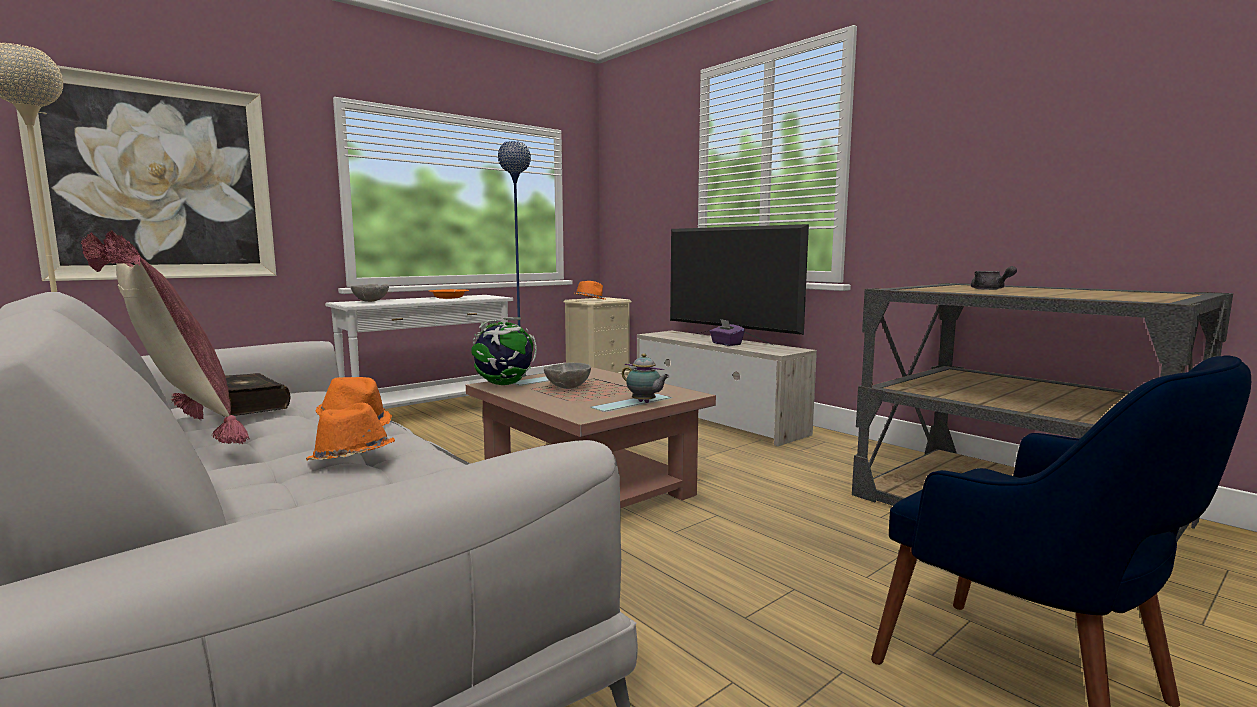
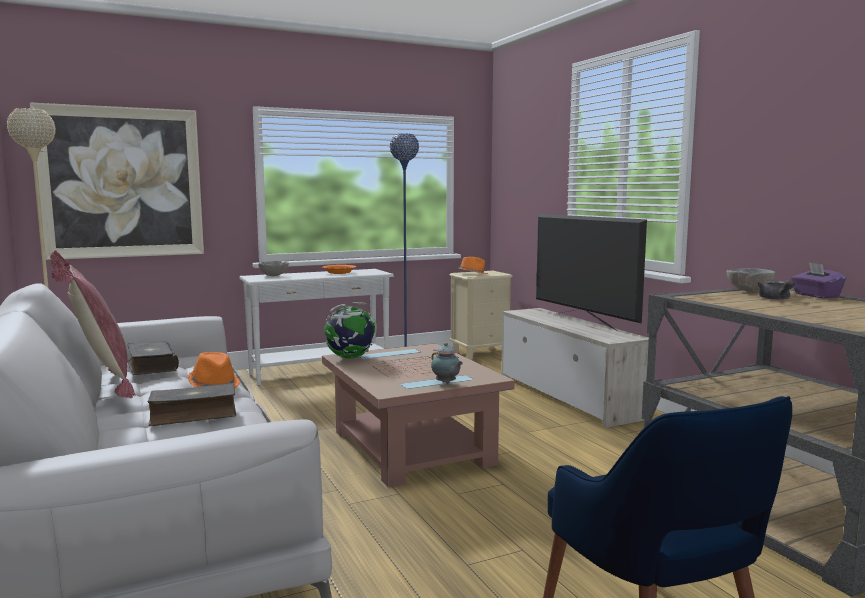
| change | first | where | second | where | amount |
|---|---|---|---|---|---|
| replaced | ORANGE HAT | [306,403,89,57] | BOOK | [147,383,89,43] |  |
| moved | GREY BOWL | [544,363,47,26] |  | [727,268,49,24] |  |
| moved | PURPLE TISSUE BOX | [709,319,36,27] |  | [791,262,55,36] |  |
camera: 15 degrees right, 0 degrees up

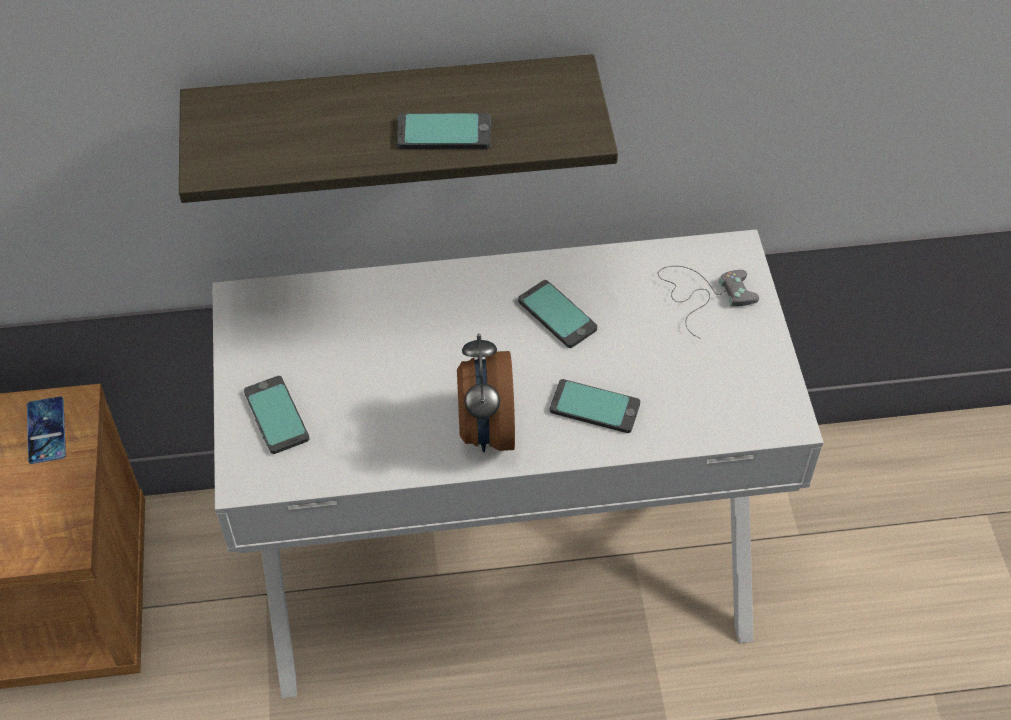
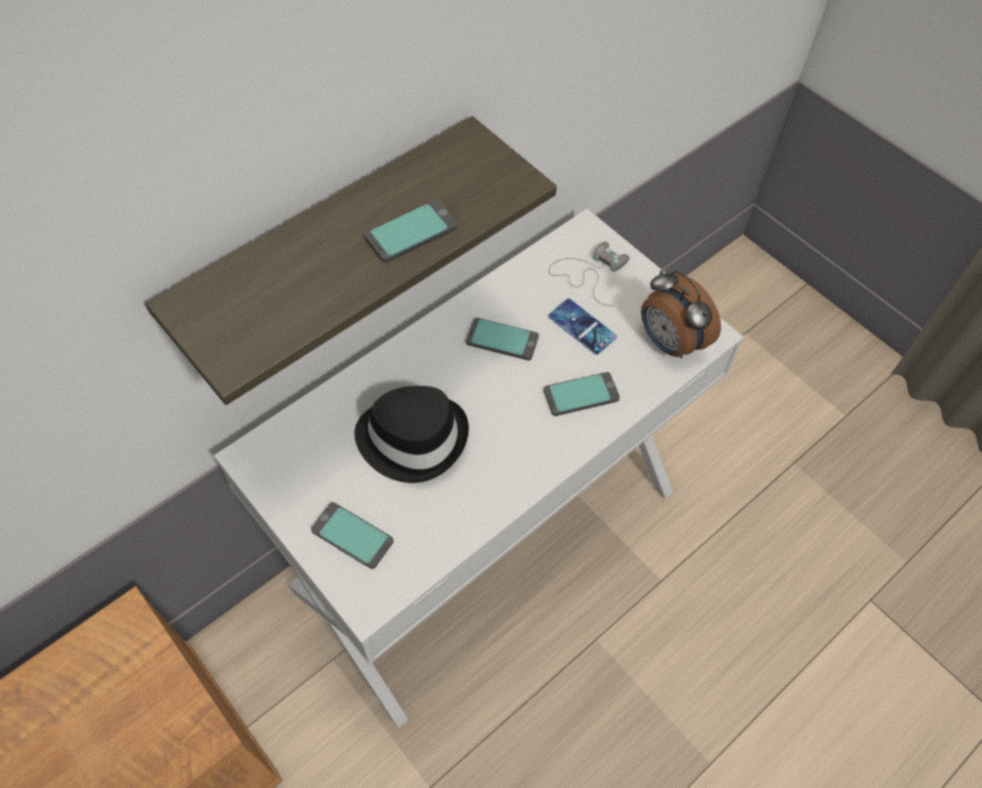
| change | first | where | second | where | amount |
|---|---|---|---|---|---|
| moved | PHONE | [27,396,39,68] |  | [548,298,69,57] |  |
| moved | ALARM CLOCK | [457,334,58,118] |  | [641,270,80,88] |  |
| added |  |  | BLACK HAT | [354,386,115,97] |  |
camera: 35 degrees left, 5 degrees up

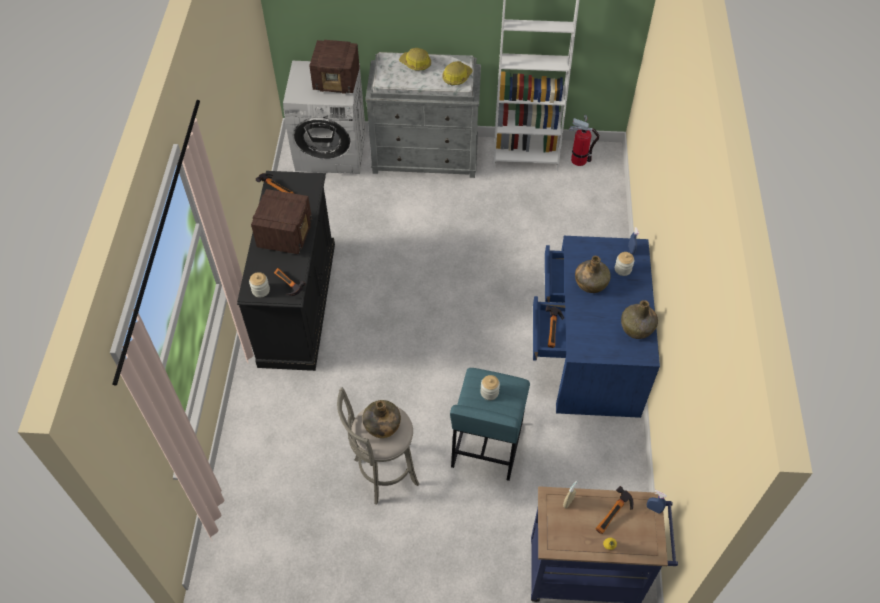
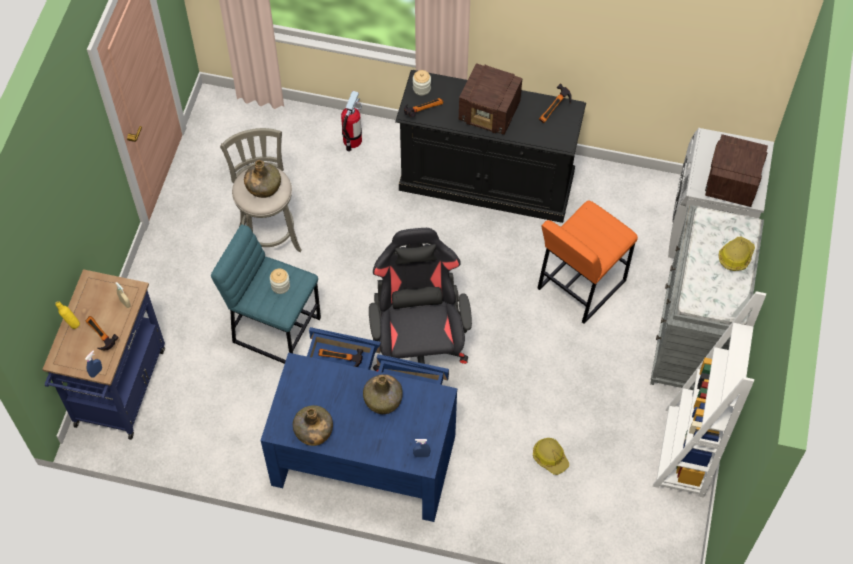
| change | first | where | second | where | amount |
|---|---|---|---|---|---|
| moved | HARD HAT | [443,61,30,25] |  | [533,438,36,37] |  |
| moved | FIRE EXTINGUISHER | [569,115,31,51] |  | [341,91,21,61] |  |
| removed | JAR | [615,252,19,24] |  |  |  |
| added |  |  | BLACK OFFICE CHAIR | [369,228,103,143] |  |
| added |  |  | ORANGE STOOL | [538,200,100,124] |  |
camera: 100 degrees right, 5 degrees up

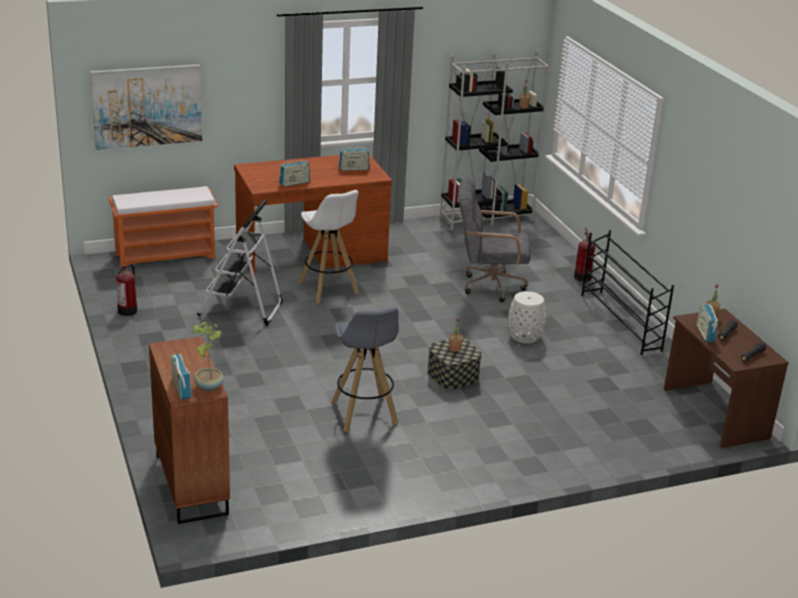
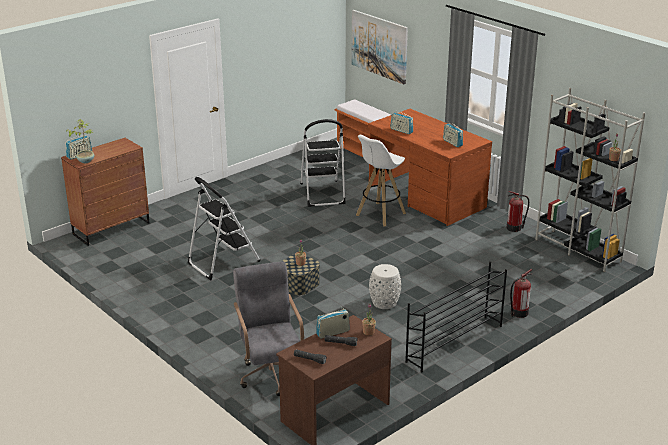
| change | first | where | second | where | amount |
|---|---|---|---|---|---|
| moved | FIRE EXTINGUISHER | [116,264,21,52] |  | [507,191,22,41] |  |
| replaced | GREY STOOL | [331,307,68,125] | STEP LADDER | [188,177,73,103] |  |
| moved | GREY OFFICE CHAIR | [458,178,73,124] |  | [233,261,71,135] |  |
camera: 70 degrees right, 0 degrees up

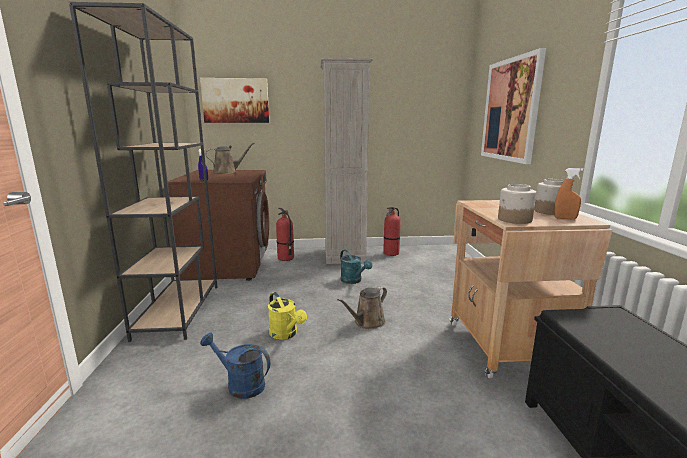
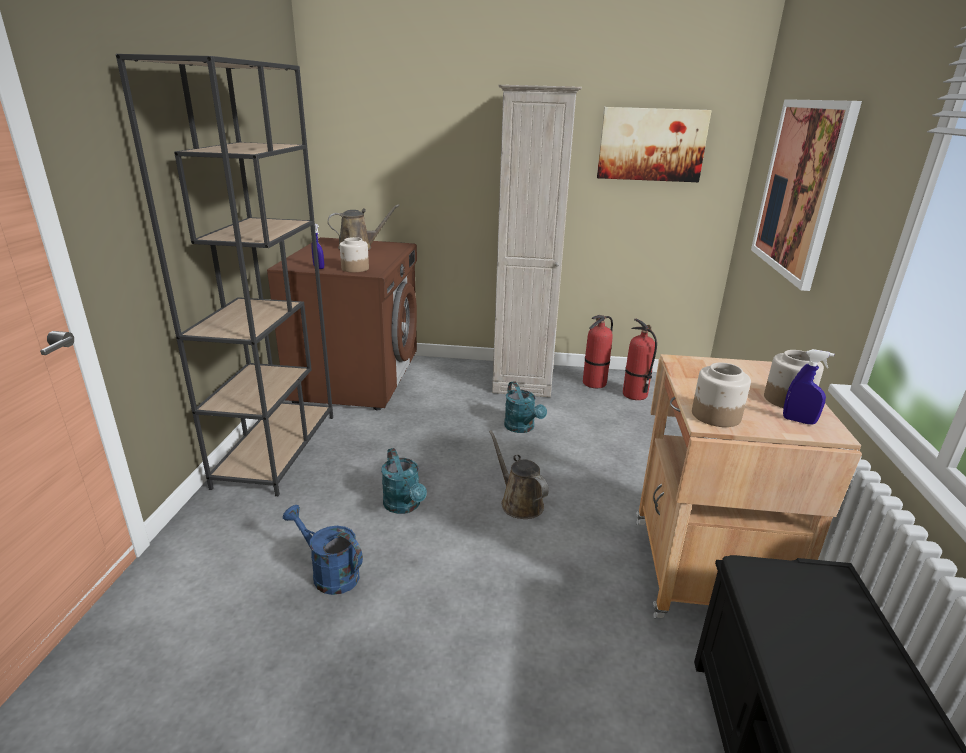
| change | first | where | second | where | amount |
|---|---|---|---|---|---|
| moved | PICTURE | [200,78,69,45] |  | [597,107,115,75] |  |
| recoloured | YELLOW WATERING CAN | [268,292,39,48] | TURQUOISE WATERING CAN | [381,448,46,66] |  |
| moved | FIRE EXTINGUISHER | [276,208,18,53] |  | [623,319,34,81] |  |
| turned | BROWN WATERING CAN | [337,286,50,43] |  | [489,430,60,89] | 90 degrees clockwise |
| recoloured | ORANGE SPRAY BOTTLE | [554,168,29,51] | BLUE SPRAY BOTTLE | [783,349,51,76] |  |
| added |  |  | JAR | [340,237,29,35] |  |
camera: 10 degrees right, 10 degrees up

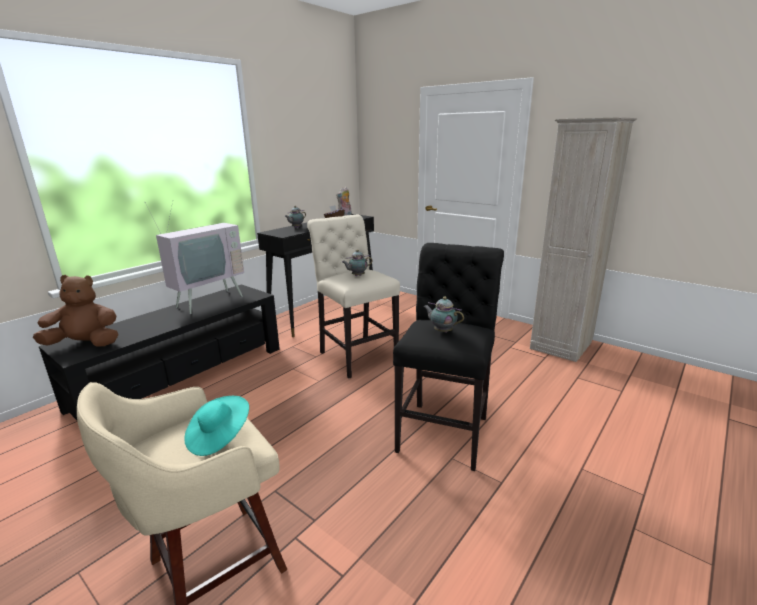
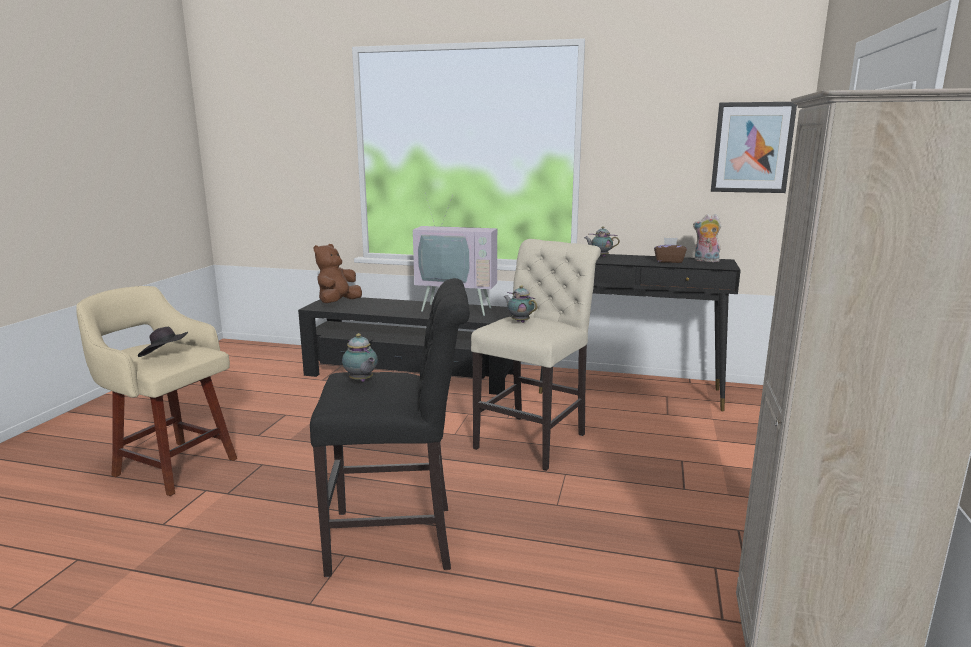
| change | first | where | second | where | amount |
|---|---|---|---|---|---|
| turned | BROWN PLUSH TOY | [33,275,85,71] |  | [314,244,48,59] | 120 degrees counterclockwise |
| recoloured | TURQUOISE HAT | [184,396,65,60] | BLACK HAT | [138,327,50,30] |  |
| turned | TEAPOT | [423,297,41,36] |  | [342,333,36,49] | 135 degrees clockwise |
| added |  |  | PICTURE | [711,102,86,91] |  |
camera: 65 degrees right, 5 degrees down

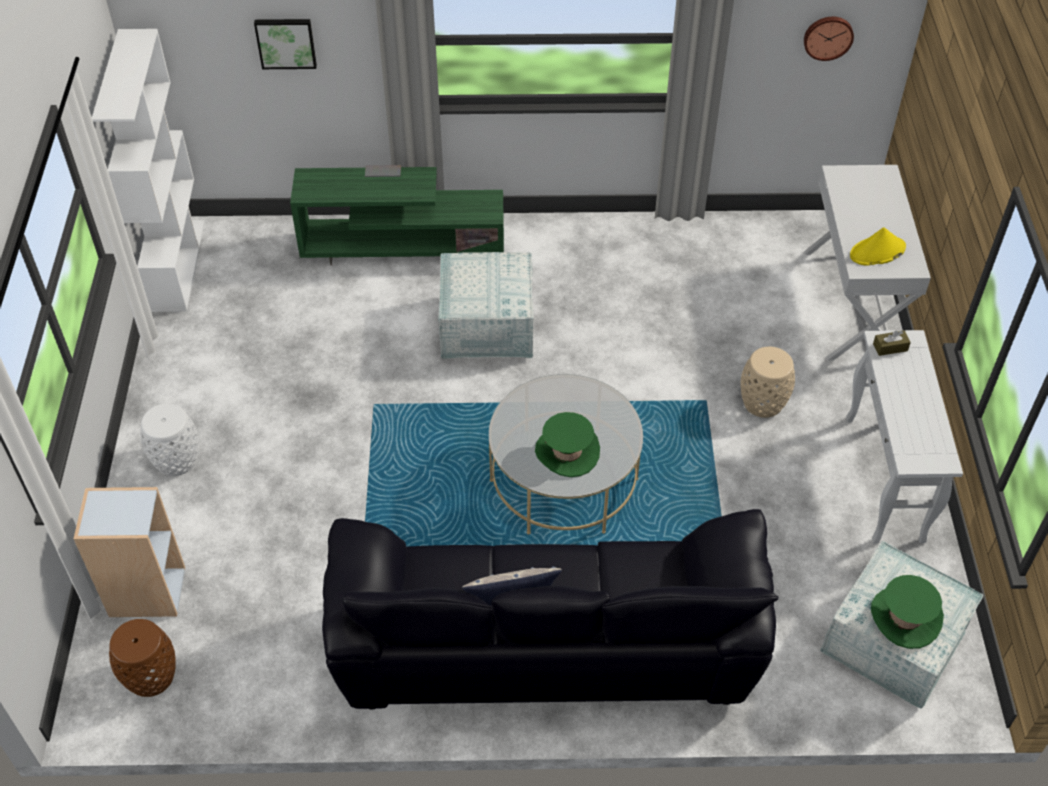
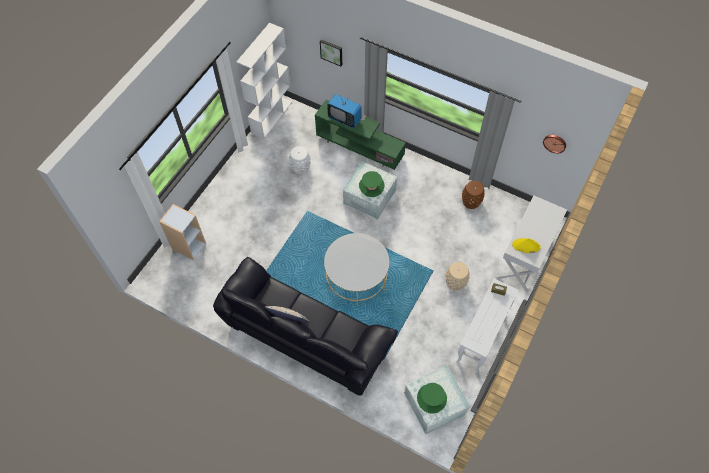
| change | first | where | second | where | amount |
|---|---|---|---|---|---|
| moved | BROWN STOOL | [109,619,67,78] |  | [462,181,23,28] |  |
| moved | WHITE STOOL | [140,403,59,73] |  | [289,146,22,28] |  |
| moved | GREEN HAT | [535,412,65,65] |  | [359,171,26,26] |  |
| added |  |  | TELEVISION | [327,94,35,34] |  |
camera: 30 degrees right, 10 degrees up

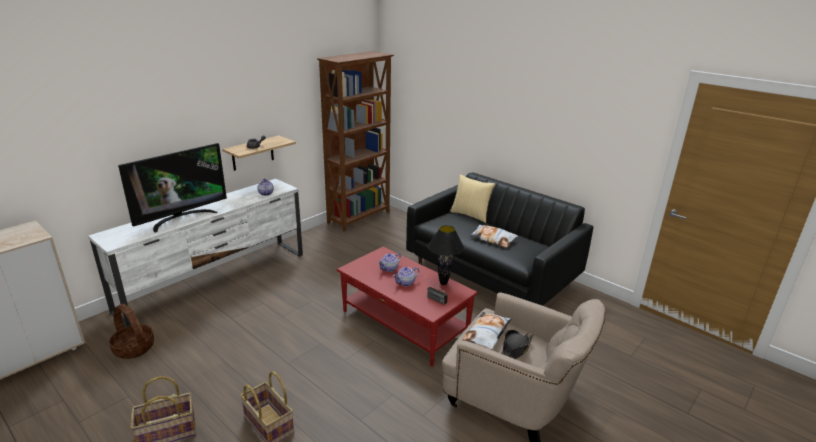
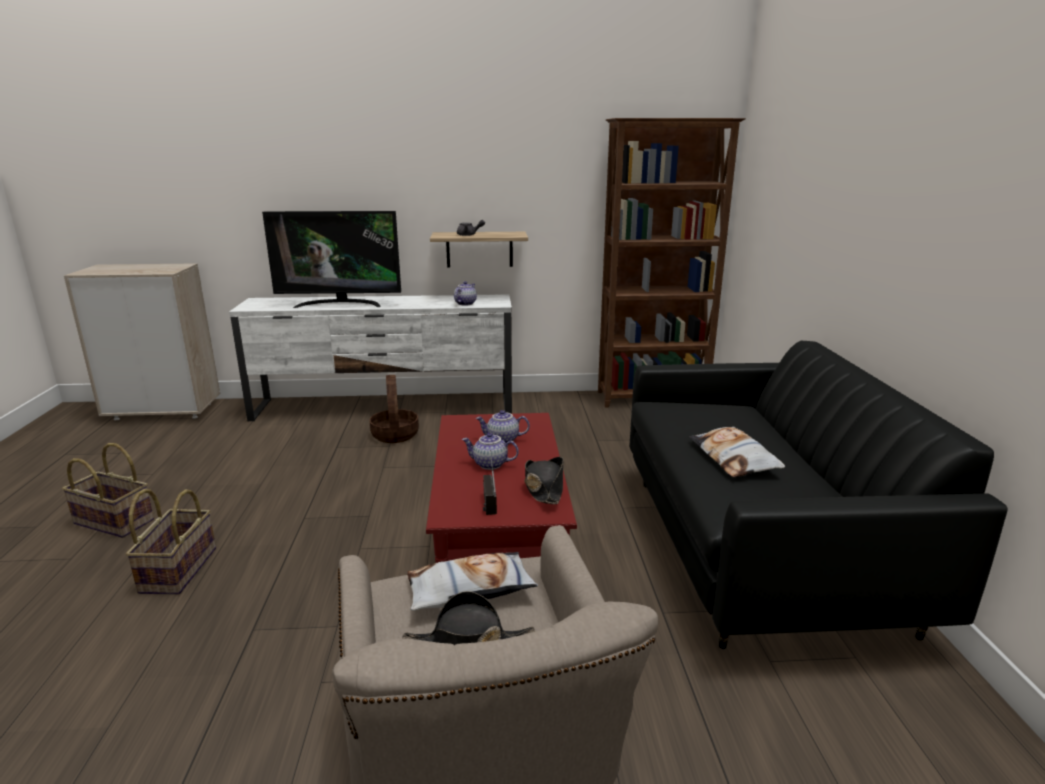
| change | first | where | second | where | amount |
|---|---|---|---|---|---|
| moved | BASKET | [109,303,45,56] |  | [369,375,50,68] |  |
| replaced | BLACK TABLE LAMP | [428,225,36,60] | BLACK HAT | [524,457,39,47] |  |
| removed | PILLOW | [450,174,46,49] |  |  |  |
camera: 45 degrees right, 5 degrees down

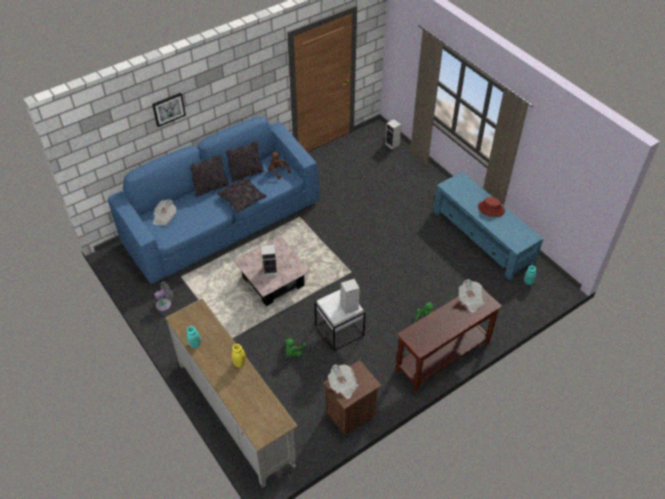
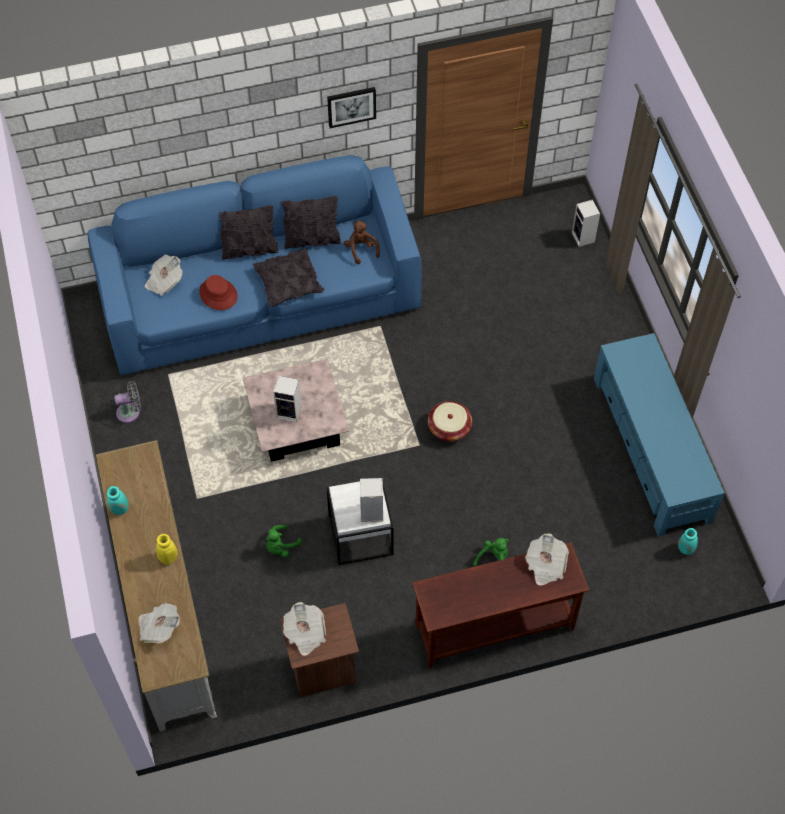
| change | first | where | second | where | amount |
|---|---|---|---|---|---|
| moved | PICTURE | [152,93,34,34] |  | [327,87,49,41] |  |
| moved | RED HAT | [478,197,27,20] |  | [199,275,39,35] |  |
| added |  |  | NEWSPAPER | [138,603,42,41] |  |
| added |  |  | BASKET | [428,401,44,40] |  |
camera: 20 degrees right, 10 degrees up

